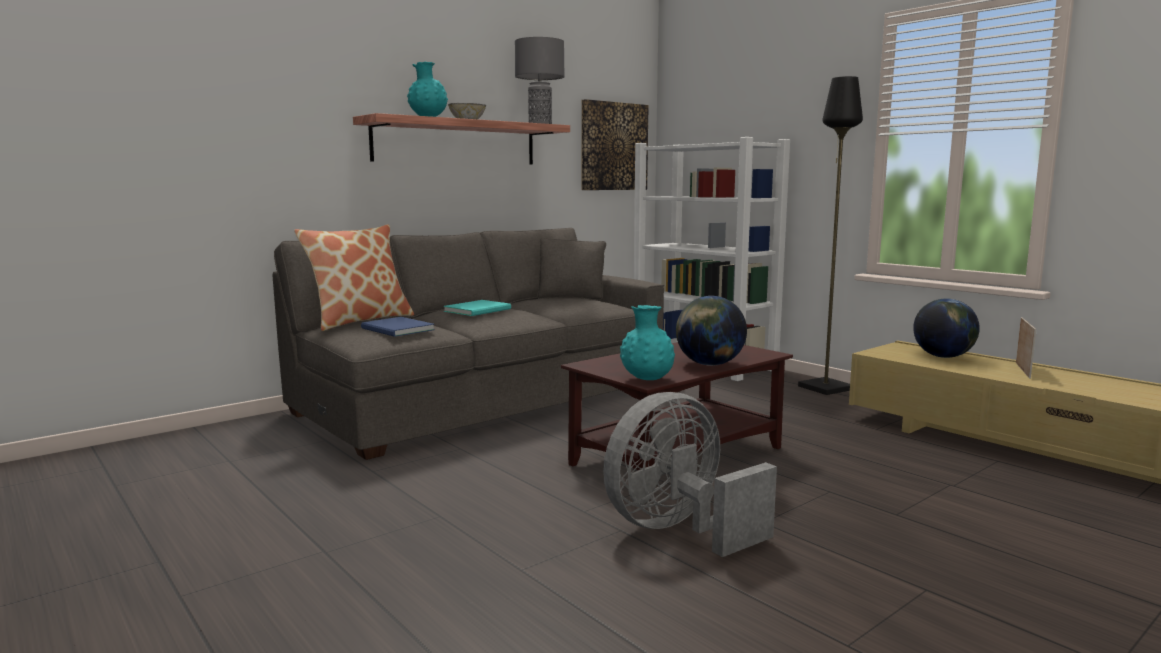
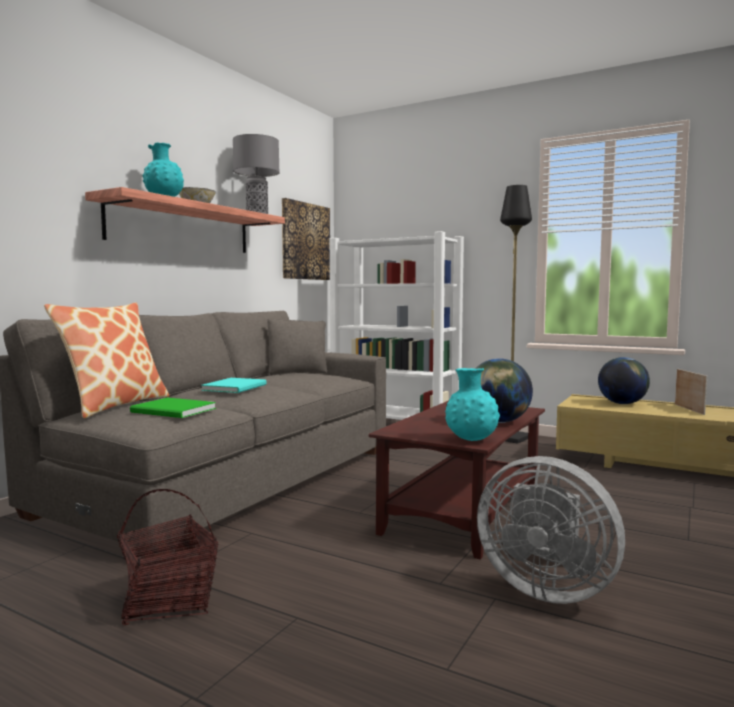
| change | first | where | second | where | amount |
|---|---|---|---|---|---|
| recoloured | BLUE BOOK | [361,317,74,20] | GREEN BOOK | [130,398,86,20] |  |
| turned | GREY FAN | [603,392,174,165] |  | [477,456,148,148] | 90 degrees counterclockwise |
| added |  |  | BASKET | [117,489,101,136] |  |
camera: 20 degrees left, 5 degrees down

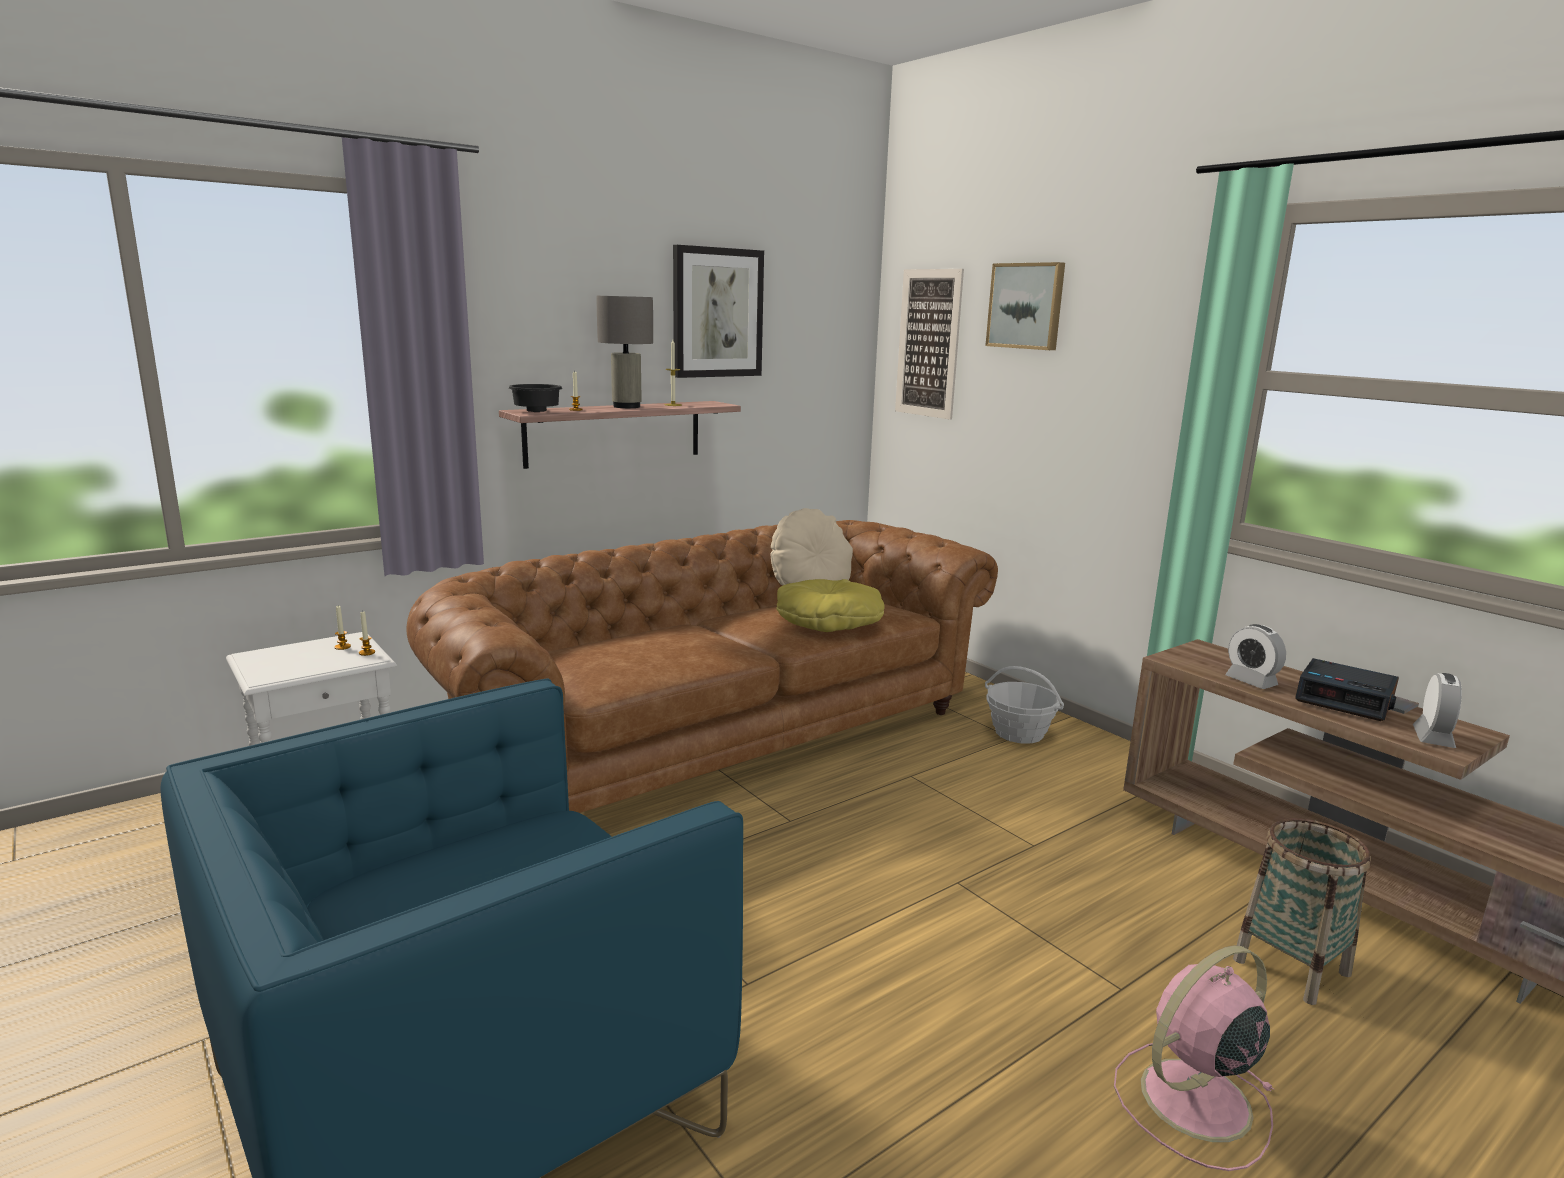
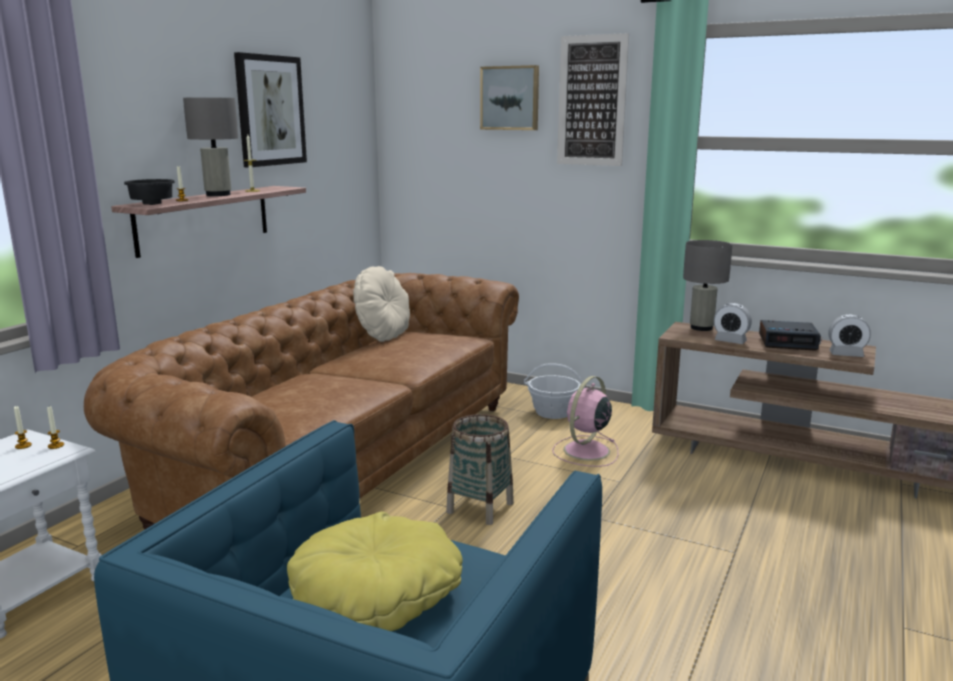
| change | first | where | second | where | amount |
|---|---|---|---|---|---|
| moved | YELLOW PILLOW | [776,579,109,53] |  | [287,511,176,120] |  |
| moved | PICTURE | [895,269,69,151] |  | [557,33,72,133] |  |
| moved | PINK FAN | [1114,945,160,226] |  | [552,376,66,91] |  |
| moved | BASKET | [1233,818,138,187] |  | [446,414,68,111] |  |
| turned | ALARM CLOCK | [1413,673,49,75] |  | [829,314,42,43] | 105 degrees clockwise |
| added |  |  | GREY TABLE LAMP | [683,240,49,91] |  |
camera: 25 degrees left, 0 degrees up

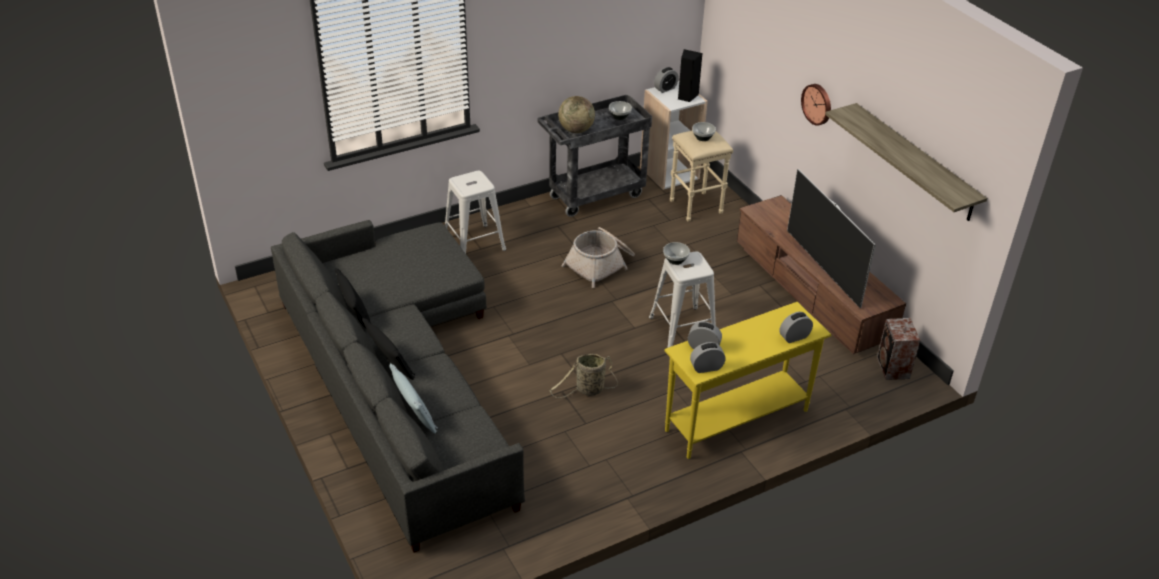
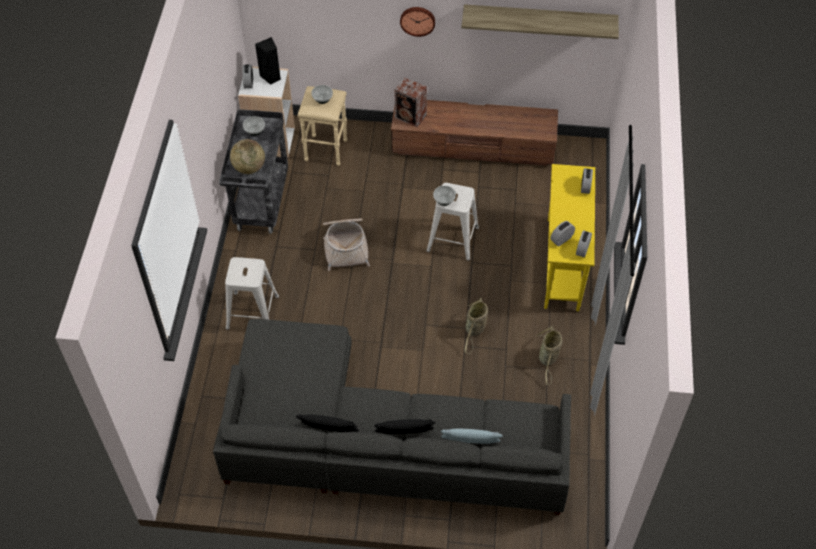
| change | first | where | second | where | amount |
|---|---|---|---|---|---|
| removed | TELEVISION | [787,169,89,139] |  |  |  |
| moved | SPEAKER | [877,318,43,62] |  | [395,77,32,50] |  |
| added |  |  | BASKET | [536,326,27,59] |  |
camera: 55 degrees left, 15 degrees up

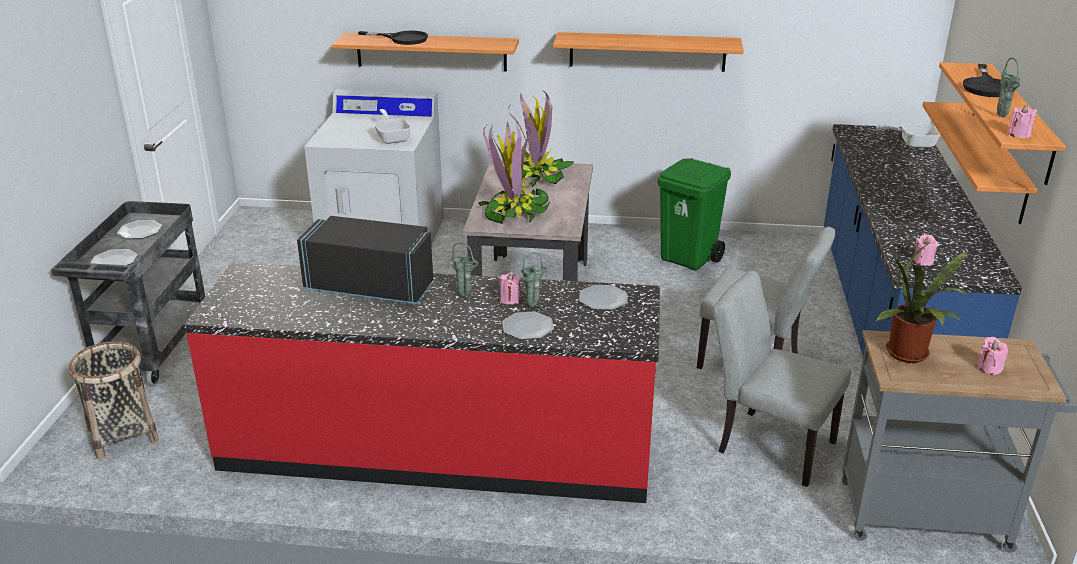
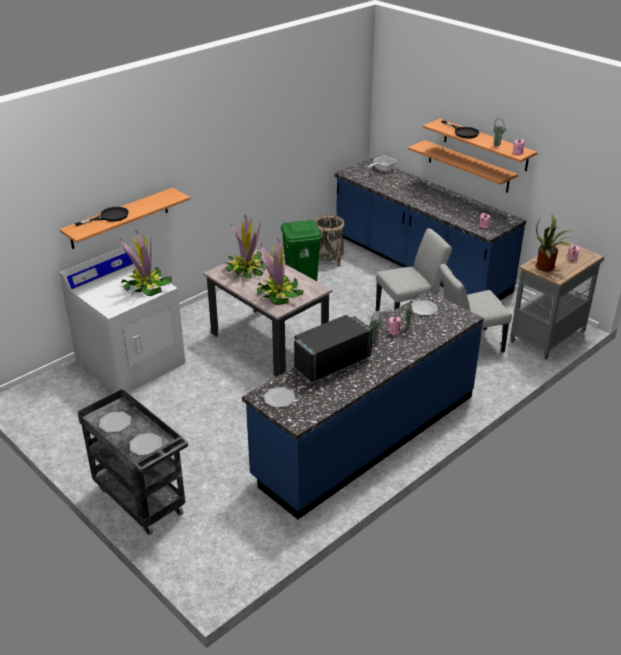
| change | first | where | second | where | amount |
|---|---|---|---|---|---|
| moved | BASKET | [69,341,90,119] |  | [315,215,29,52] |  |
| recoloured | RED COUNTER | [183,262,477,241] | BLUE COUNTER | [242,291,242,229] |  |
| replaced | FRYING PAN | [374,109,37,35] | POTTED PLANT | [121,229,51,67] |  |
| moved | PLATE | [502,312,52,28] |  | [264,387,32,21] |  |
| removed | SHELF | [553,32,191,40] |  |  |  |
camera: 50 degrees left, 5 degrees up

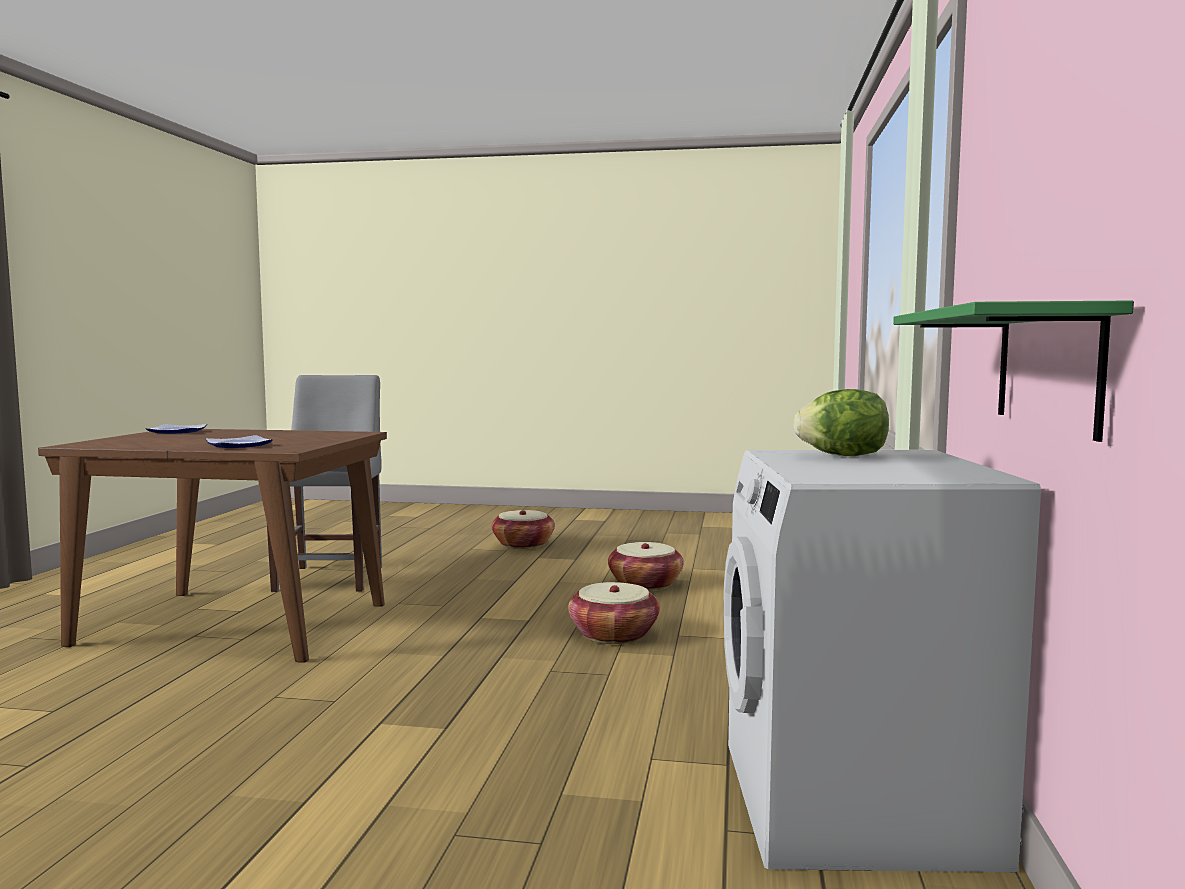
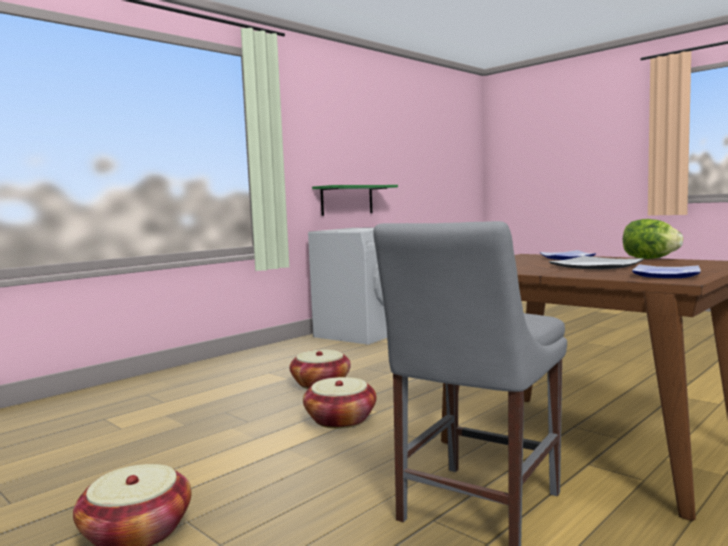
| change | first | where | second | where | amount |
|---|---|---|---|---|---|
| moved | BASKET | [608,542,76,49] |  | [303,377,74,52] |  |
| moved | LETTUCE | [793,389,96,67] |  | [623,219,60,40] |  |
| added |  |  | PLATE | [548,256,96,13] |  |
camera: 145 degrees left, 0 degrees up

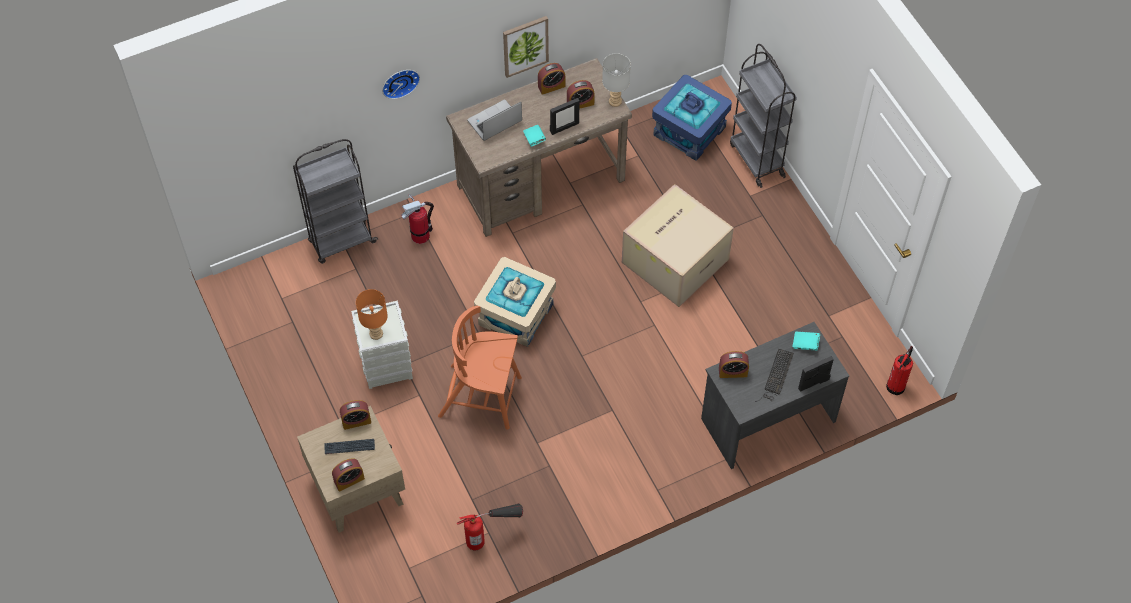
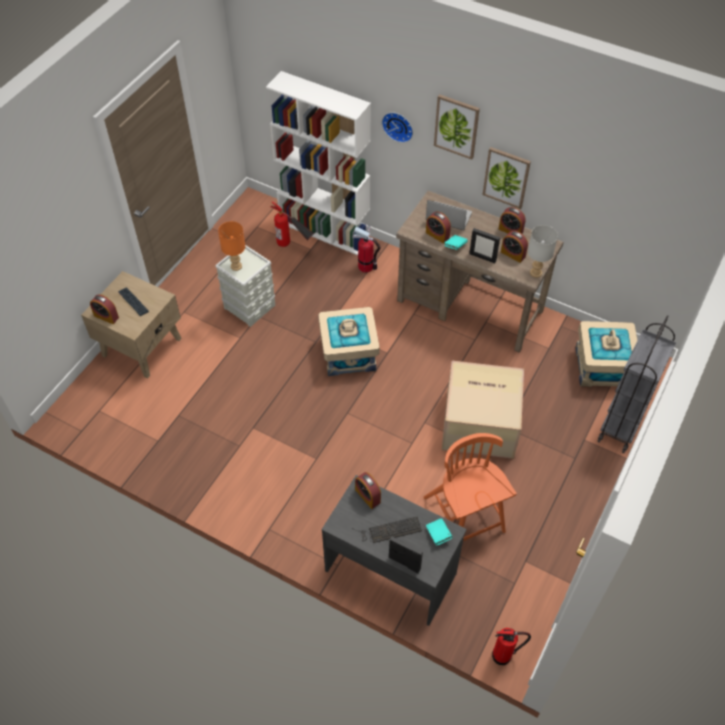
| change | first | where | second | where | amount |
|---|---|---|---|---|---|
| replaced | GREY CART | [293,139,86,125] | WHITE BOOKCASE | [266,71,105,184] |  |
| moved | ALARM CLOCK | [340,400,31,30] |  | [426,211,25,33] |  |
| moved | ORANGE CHAIR | [438,306,84,124] |  | [424,433,93,108] |  |
| moved | FIRE EXTINGUISHER | [457,503,66,47] |  | [271,201,43,46] |  |
| recoloured | BLUE STORAGE BOX | [652,75,80,86] | BEIGE STORAGE BOX | [575,321,62,66] |  |
| added |  |  | PICTURE | [434,94,46,66] |  |
camera: 55 degrees right, 5 degrees down

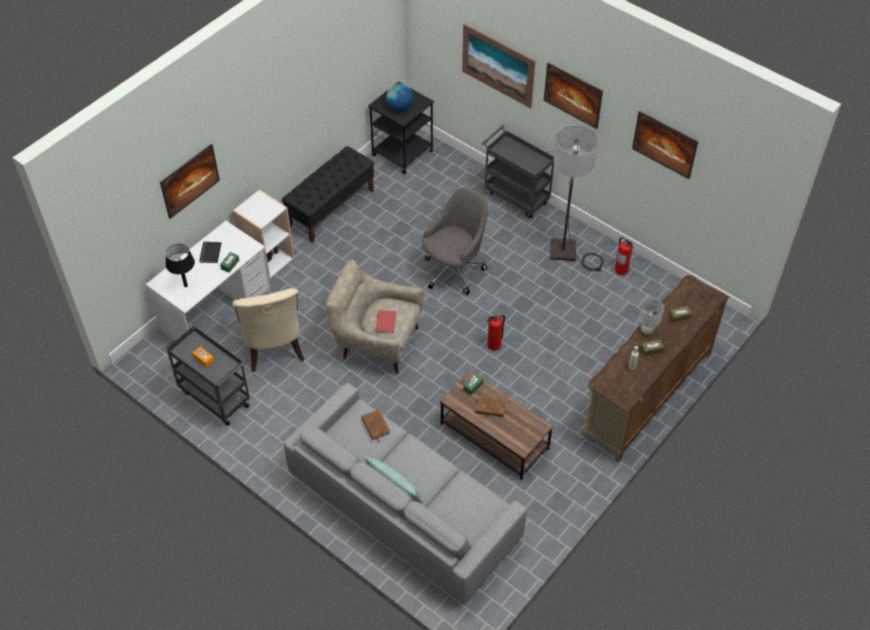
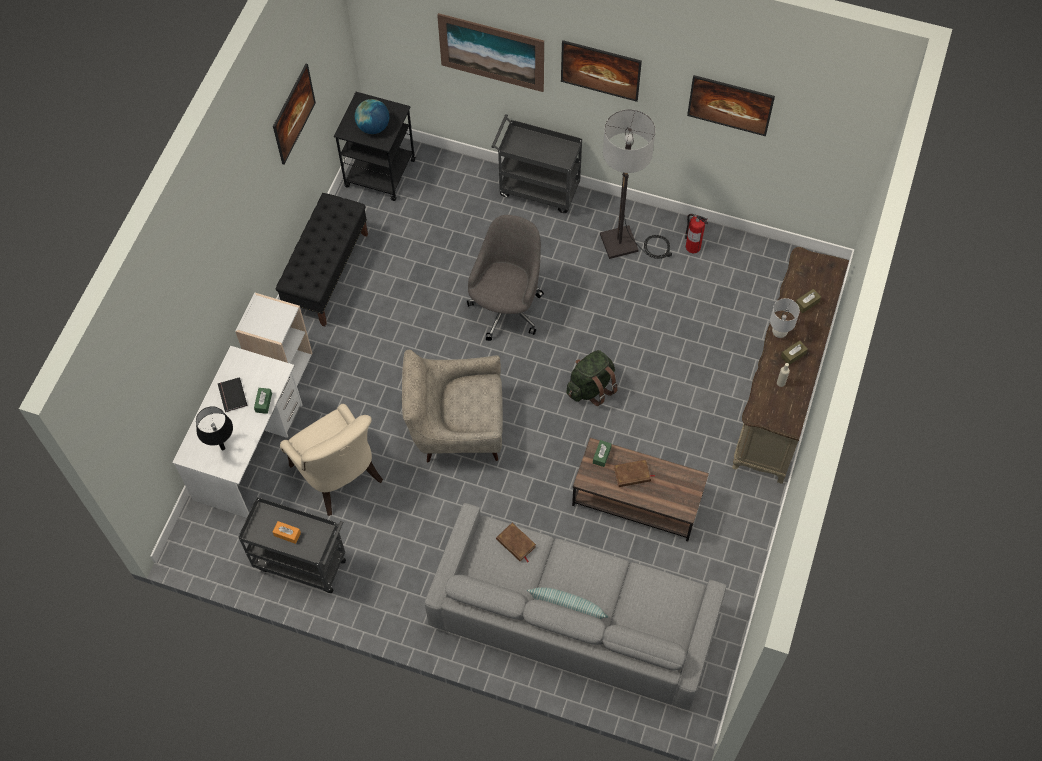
| change | first | where | second | where | amount |
|---|---|---|---|---|---|
| moved | PICTURE | [160,144,60,75] |  | [273,64,43,101] |  |
| removed | RED BOOK | [375,310,21,23] |  |  |  |
| replaced | FIRE EXTINGUISHER | [487,315,18,36] | GREEN BACKPACK | [567,350,51,56] |  |
camera: 20 degrees left, 10 degrees up

